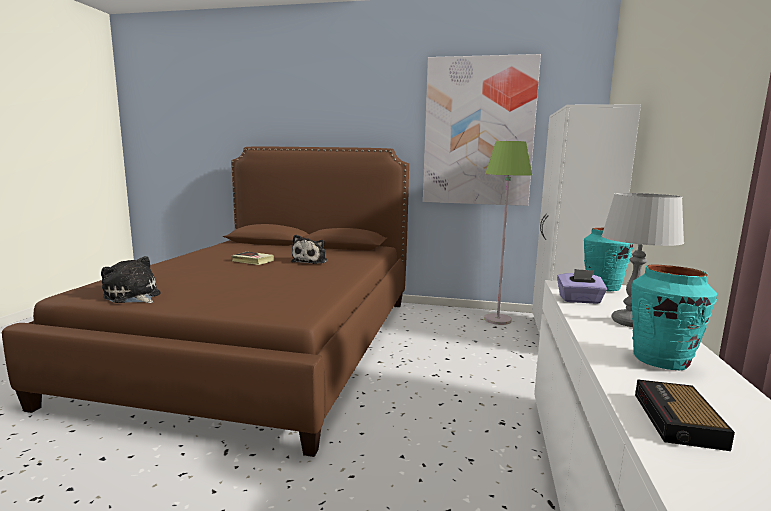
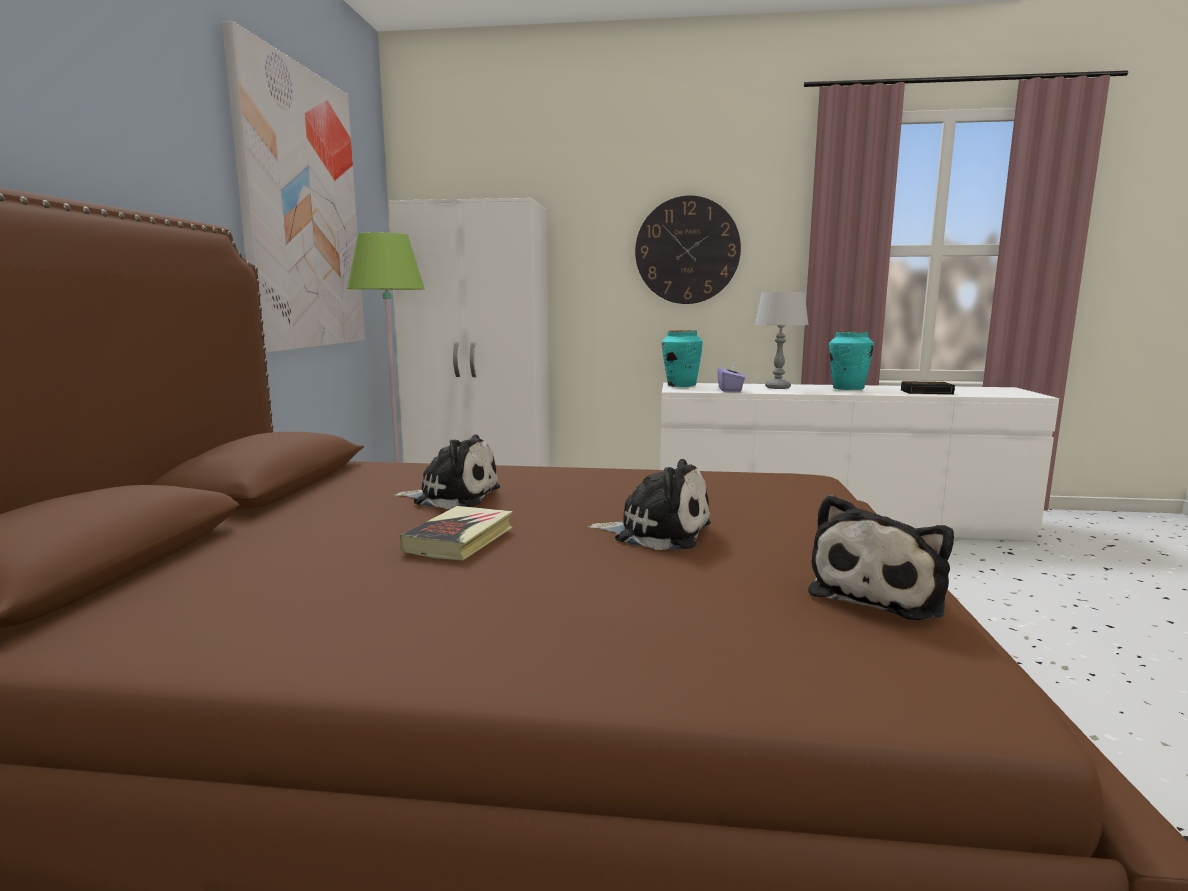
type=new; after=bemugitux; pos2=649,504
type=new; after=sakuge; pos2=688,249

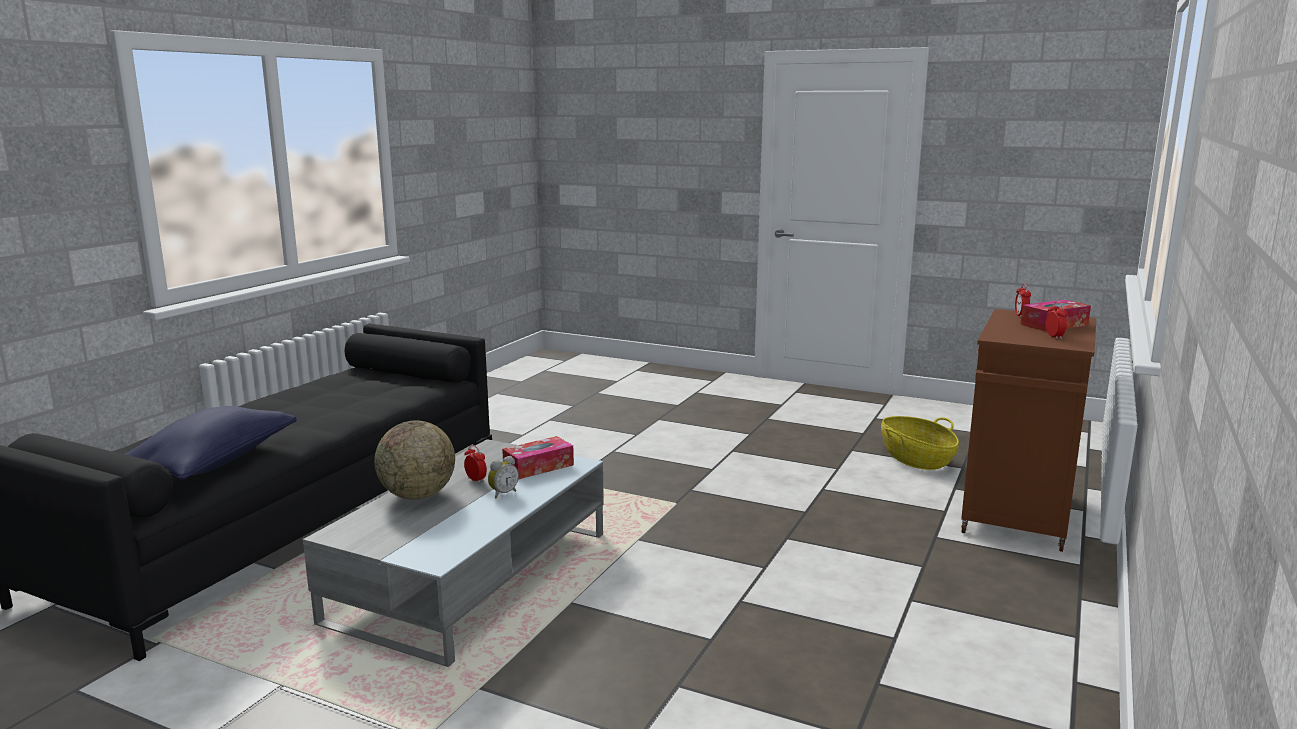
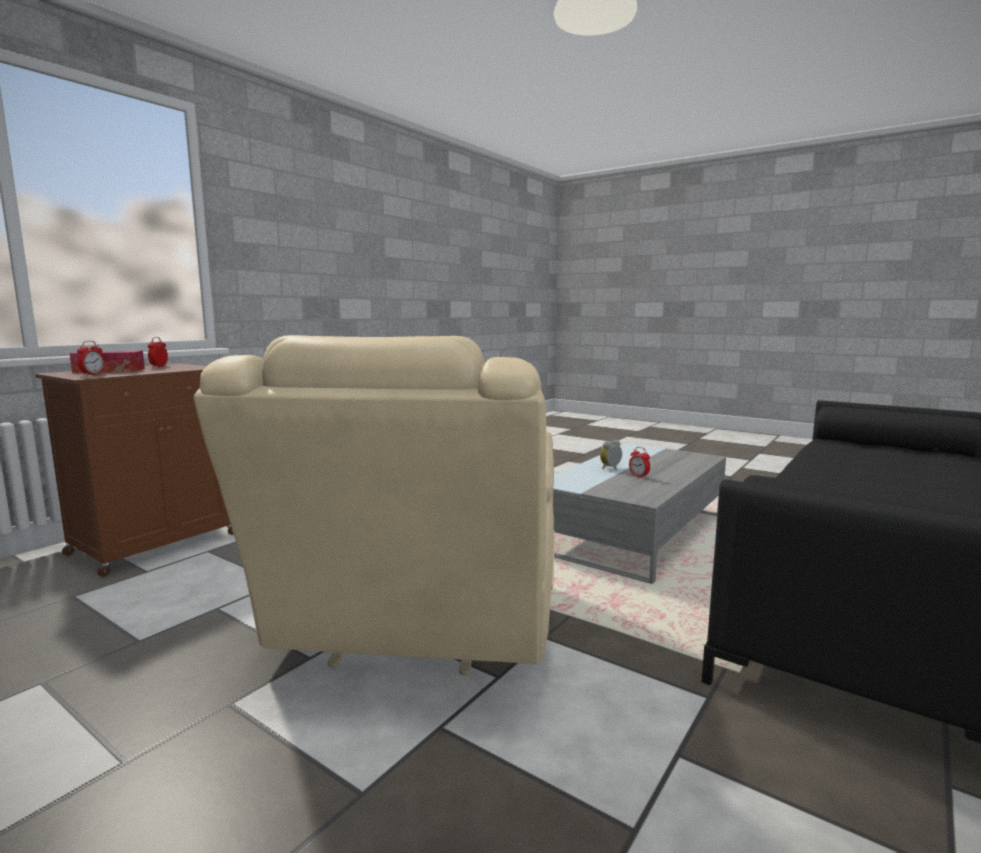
type=gone; before=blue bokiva; pos1=211,443
type=gone; before=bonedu; pos1=415,460
type=gone; before=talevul; pos1=538,457
type=gone; before=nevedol; pos1=920,443
type=new; after=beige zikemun; pos2=374,505

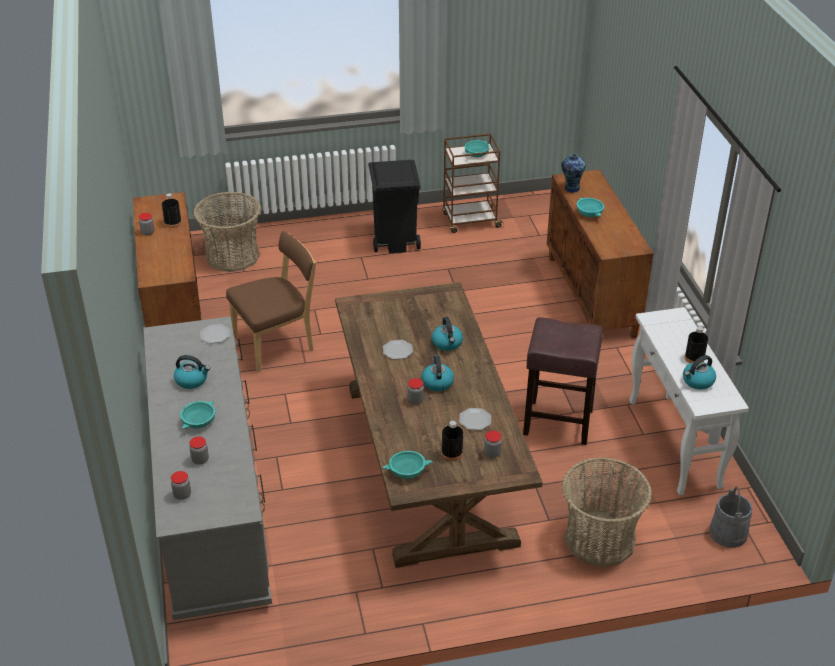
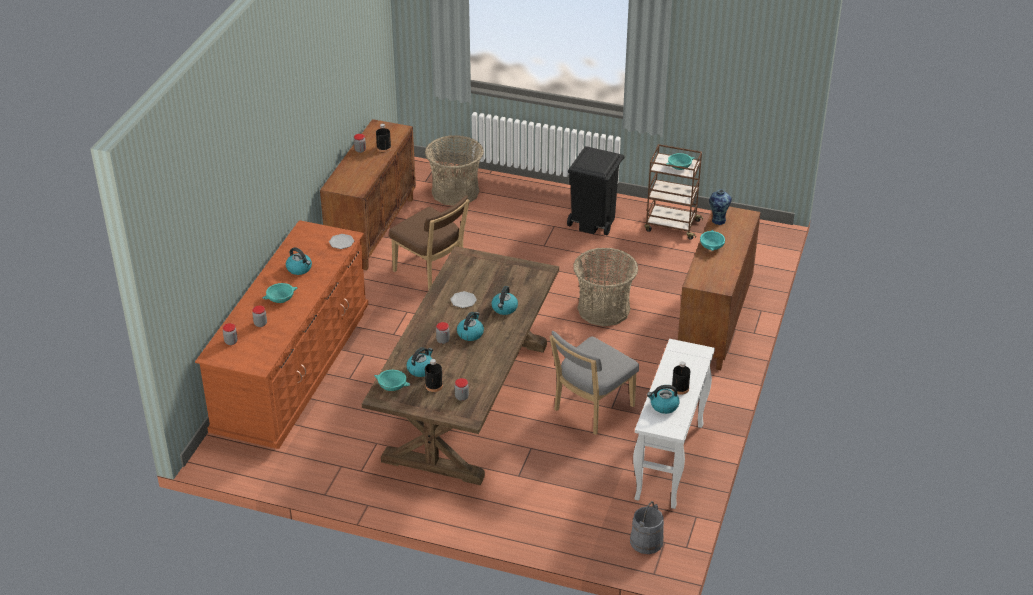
type=repainted; before=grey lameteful; after=brown lameteful; pos1=207,468; pos2=281,334
type=rotated; before=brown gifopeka; pos1=271,301; pos2=429,243; turn=45
type=gone; before=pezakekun; pos1=475,419
type=swapped; before=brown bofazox; after=grey gifopeka; pos1=563,381; pos2=594,383
type=shifted; before=nevedol; pos1=607,512; pos2=605,287
type=new; after=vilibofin; pos2=419,362

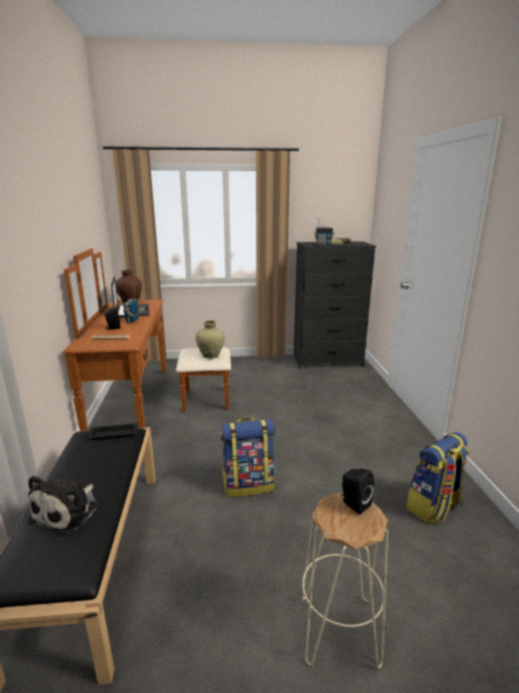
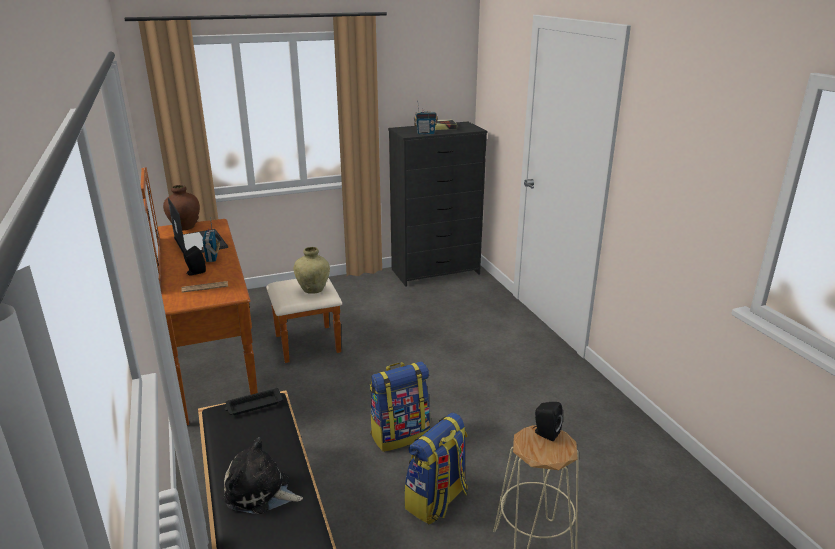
type=rotated; before=bemugitux; pos1=62,505; pos2=263,475; turn=105
type=shifted; before=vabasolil; pos1=437,478; pos2=436,468

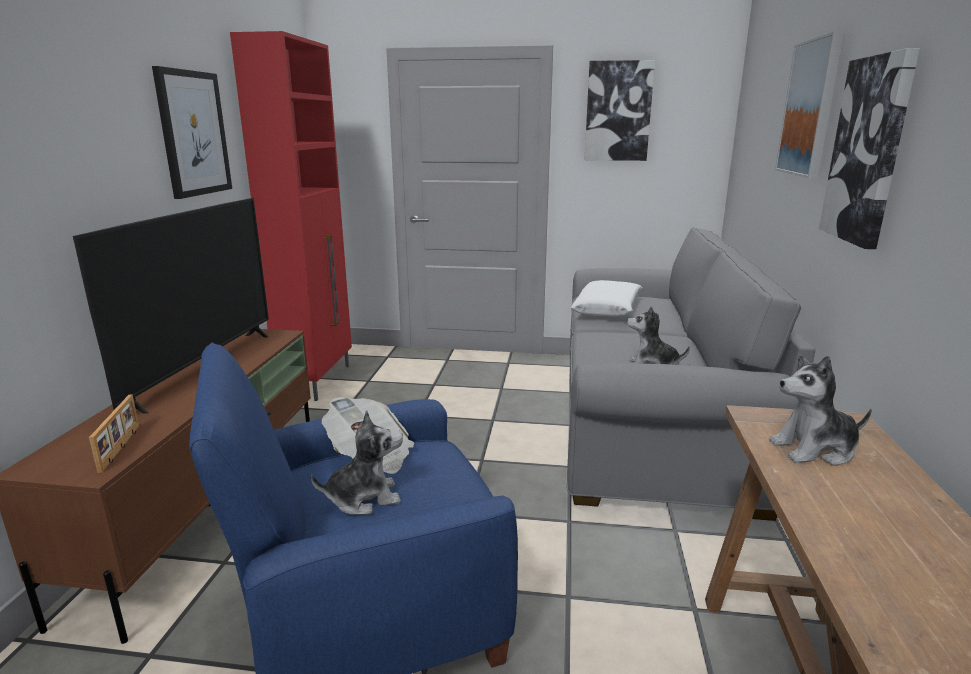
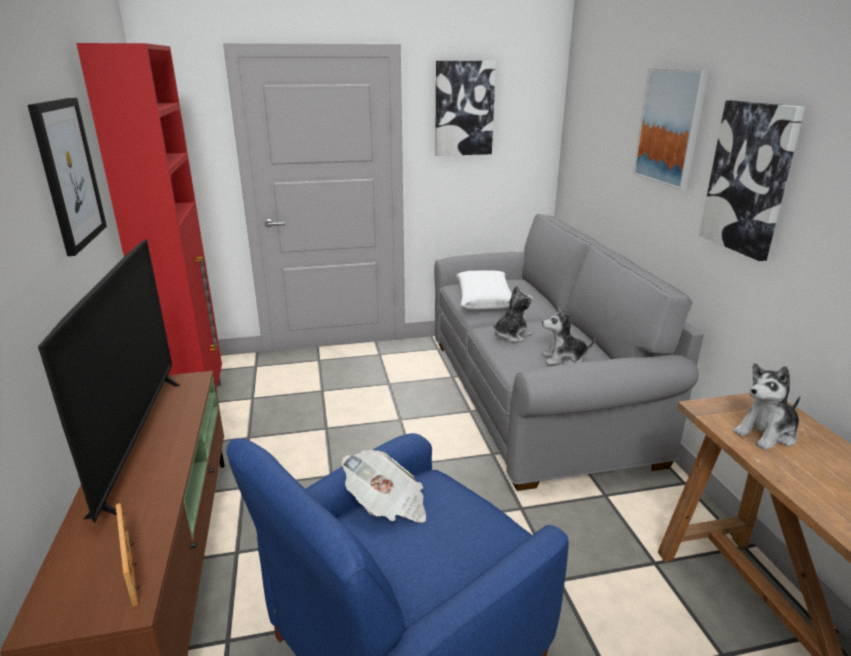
type=shifted; before=bemugitux; pos1=357,463; pos2=513,313

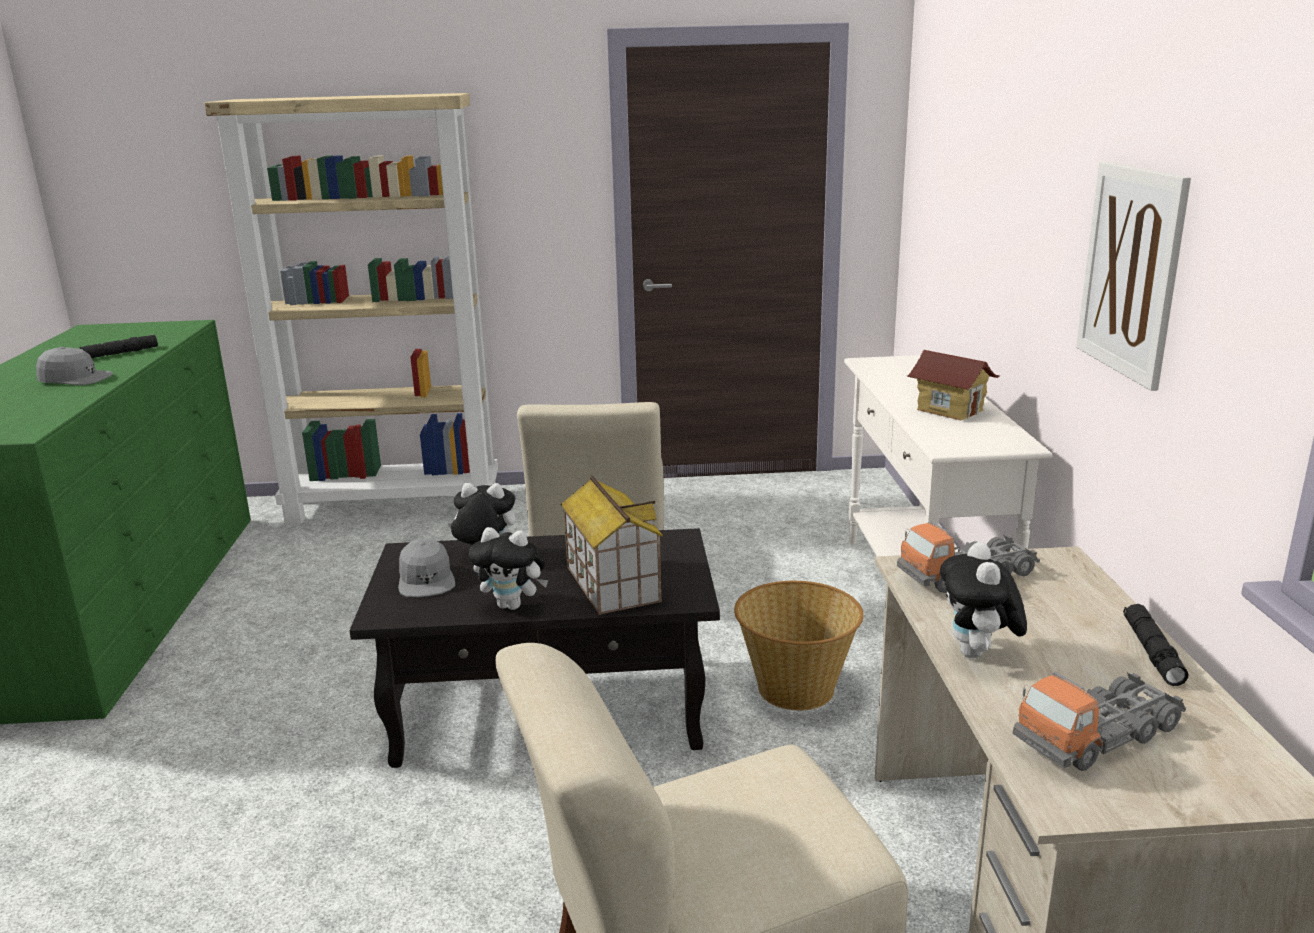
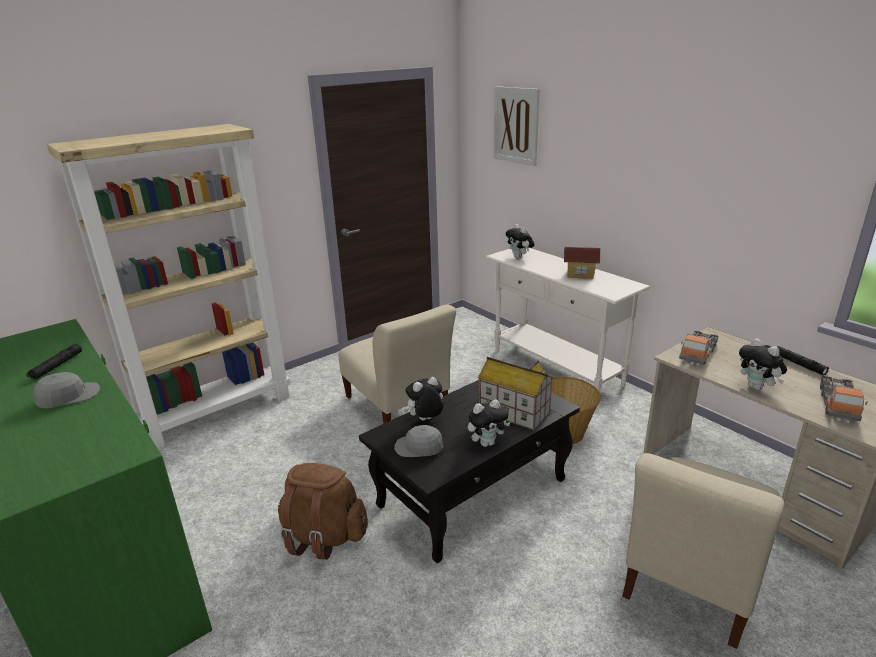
type=rotated; before=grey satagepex; pos1=426,568; pos2=418,441; turn=150
type=shifted; before=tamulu; pos1=1133,276; pos2=517,126
type=new; after=brown vabasolil; pos2=323,511
type=new; after=bemugitux; pos2=520,241

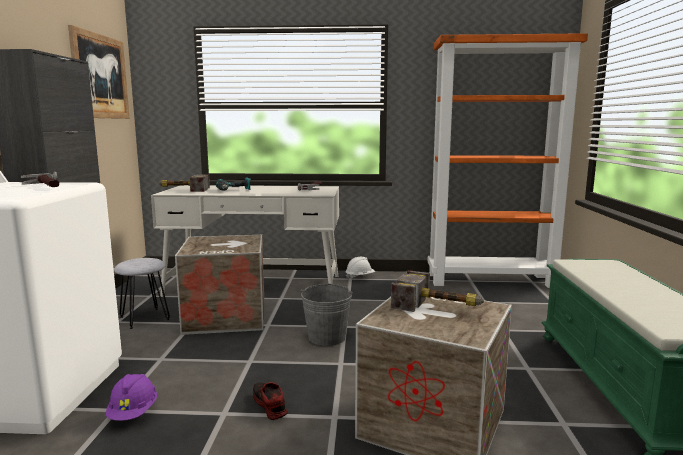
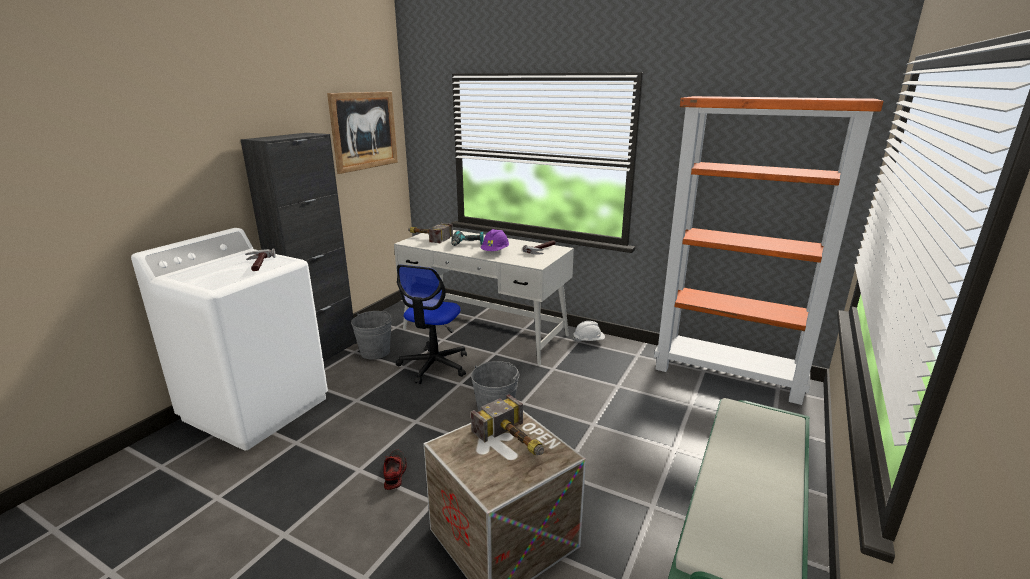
type=shifted; before=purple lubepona; pos1=131,397; pos2=495,240
type=swapped; before=grey bofazox; after=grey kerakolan; pos1=142,293; pos2=371,335
type=swapped; before=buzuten; after=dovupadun; pos1=219,285; pos2=431,324

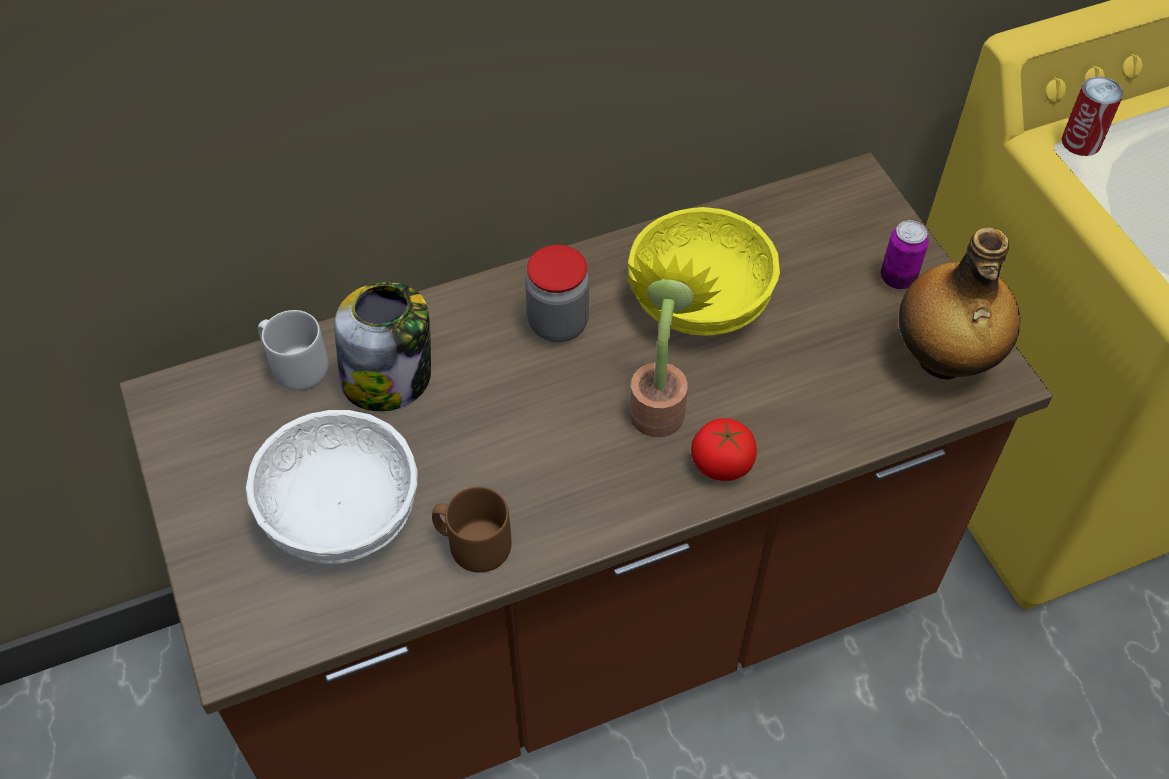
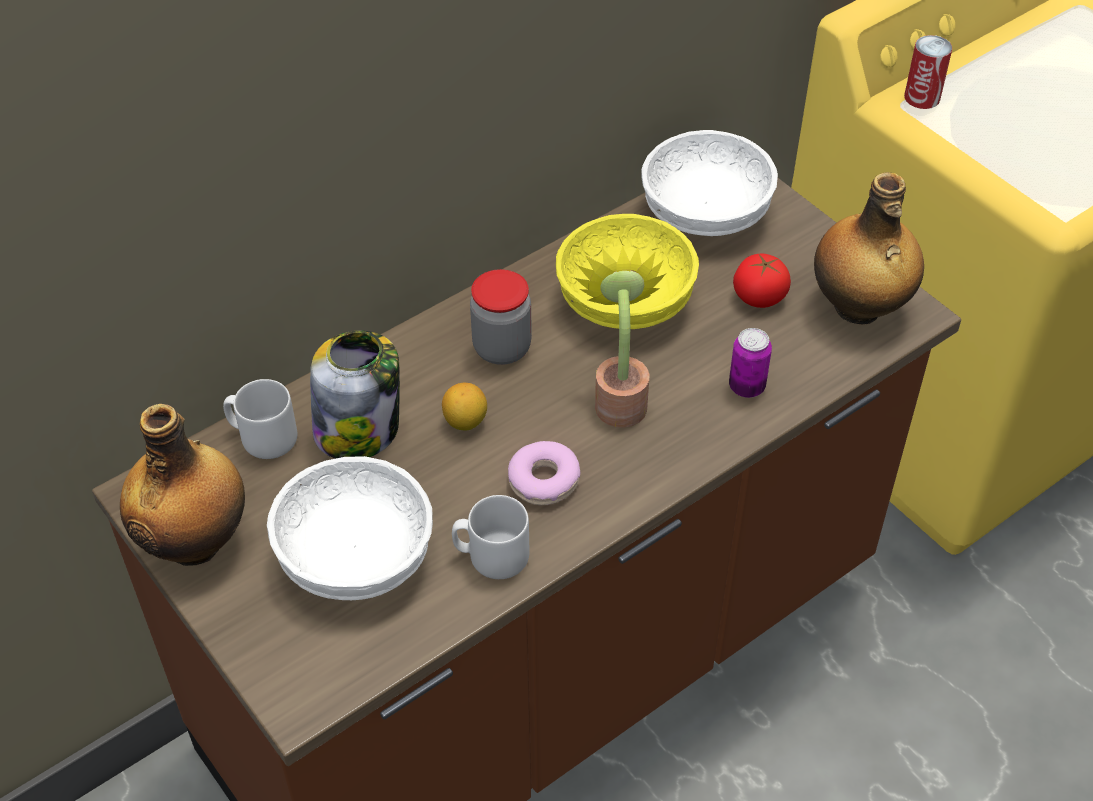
type=repainted; before=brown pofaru; after=grey pofaru; pos1=472,530; pos2=491,537
type=shifted; before=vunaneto; pos1=724,449; pos2=762,281
type=shifted; before=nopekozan; pos1=905,254; pos2=750,363
type=new; after=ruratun; pos2=182,485
type=new; after=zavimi; pos2=464,406
type=new; after=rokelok; pos2=544,473
type=new; after=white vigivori; pos2=710,183

